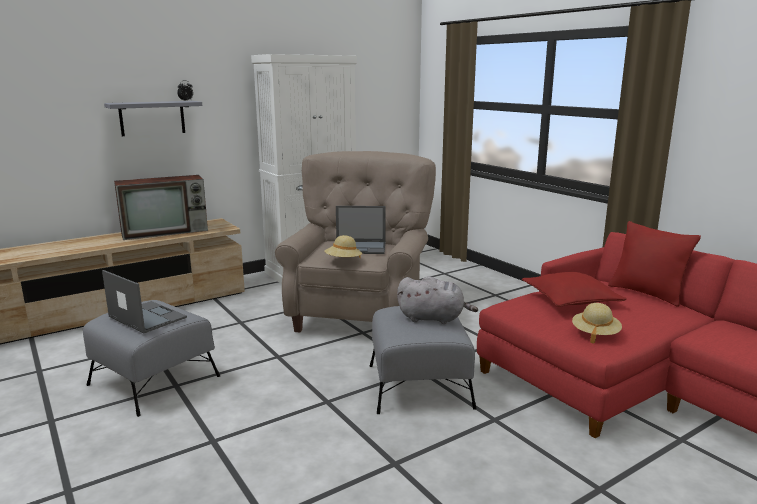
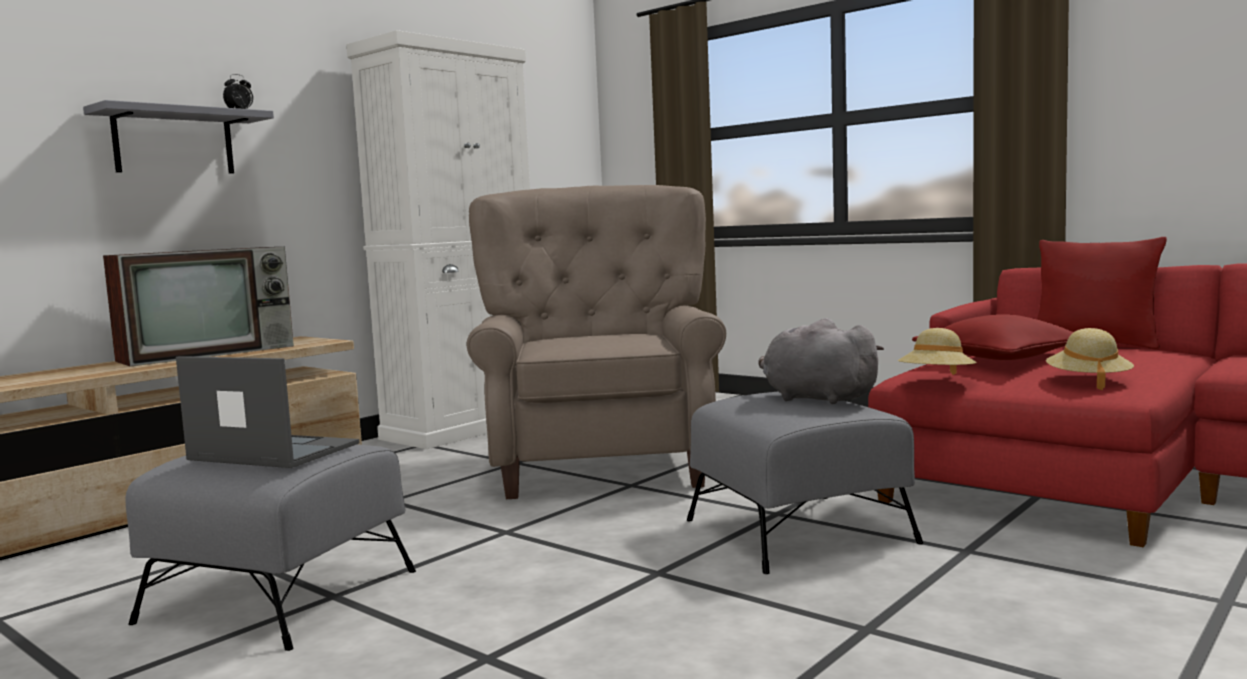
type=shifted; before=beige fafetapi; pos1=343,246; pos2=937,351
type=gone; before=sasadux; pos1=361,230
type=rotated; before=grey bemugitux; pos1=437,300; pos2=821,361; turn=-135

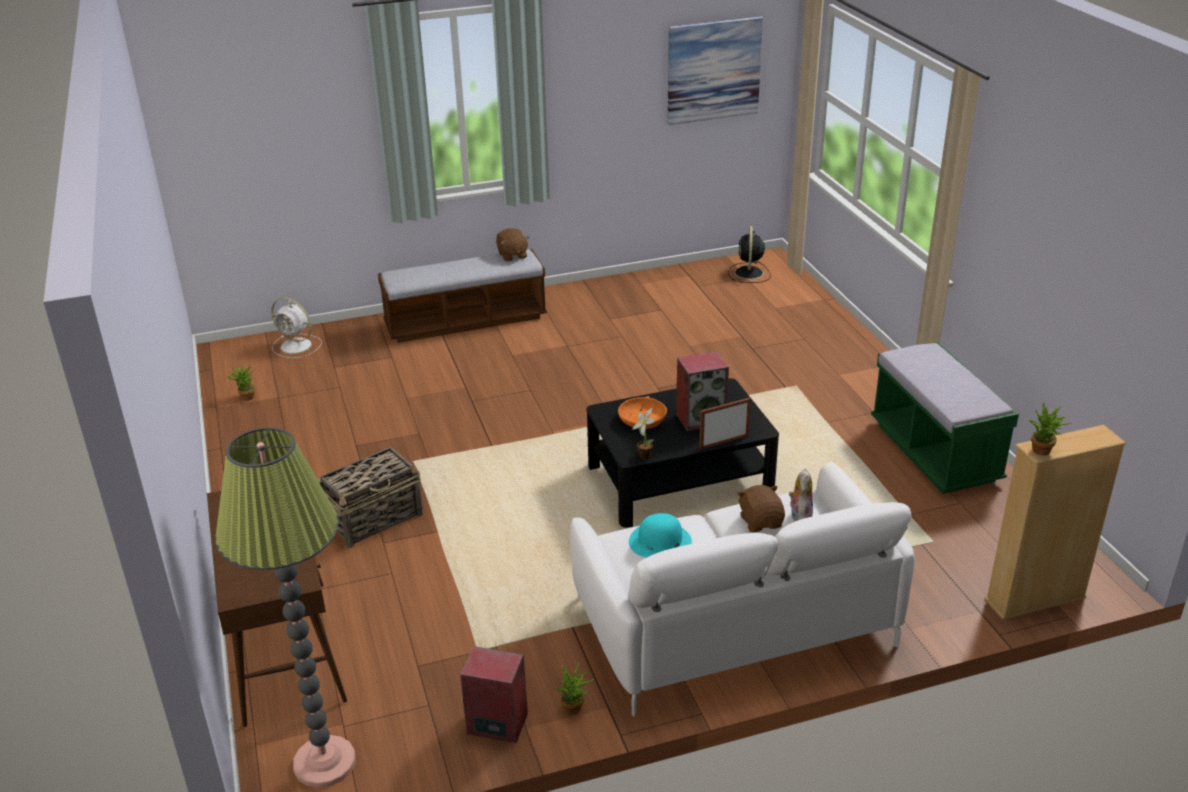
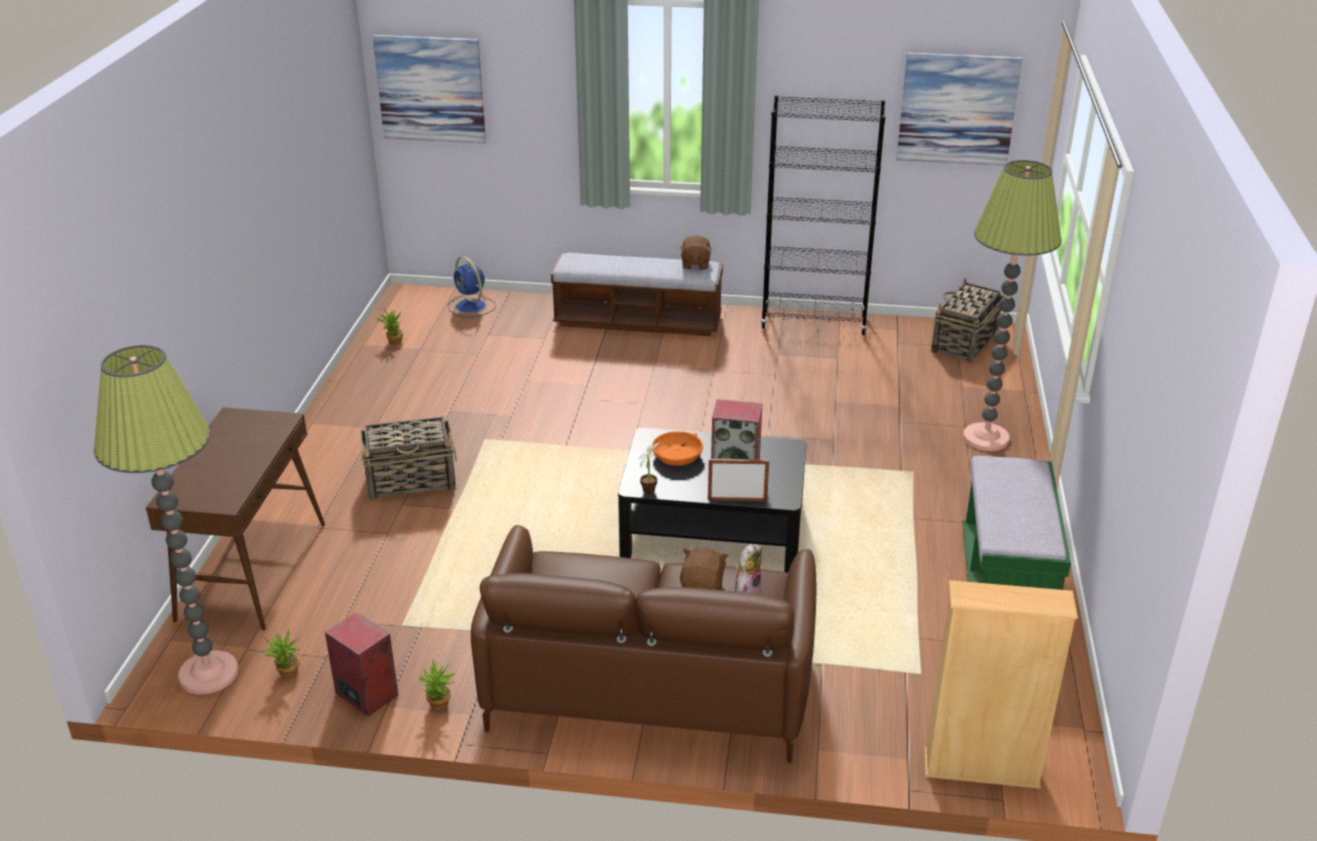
type=repainted; before=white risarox; after=blue risarox; pos1=296,327; pos2=471,287
type=repainted; before=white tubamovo; after=brown tubamovo; pos1=742,589; pos2=643,644
type=gone; before=turquoise fafetapi; pos1=660,535
type=swapped; before=black risarox; after=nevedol; pos1=749,254; pos2=967,320
type=shifted; before=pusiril; pos1=1050,428; pos2=281,653
type=new; after=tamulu; pos2=429,89
type=new; after=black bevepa; pos2=823,215
type=new; after=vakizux; pos2=1012,305

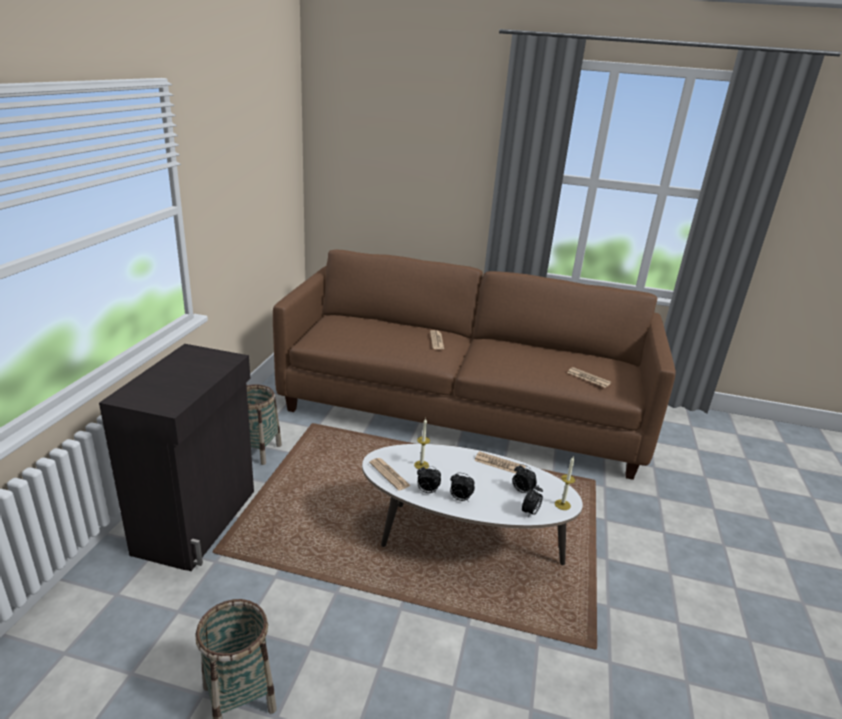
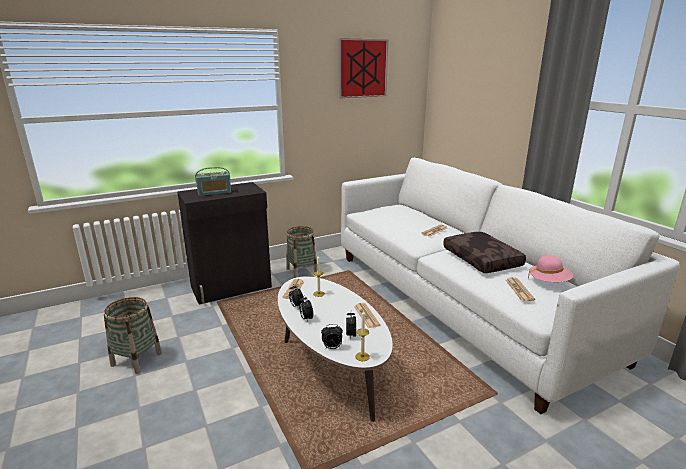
type=repainted; before=brown tubamovo; after=white tubamovo; pos1=474,364; pos2=510,286
type=new; after=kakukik; pos2=213,181
type=new; after=tamulu; pos2=363,68
type=new; after=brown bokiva; pos2=484,252
type=new; after=pink fafetapi; pos2=550,268

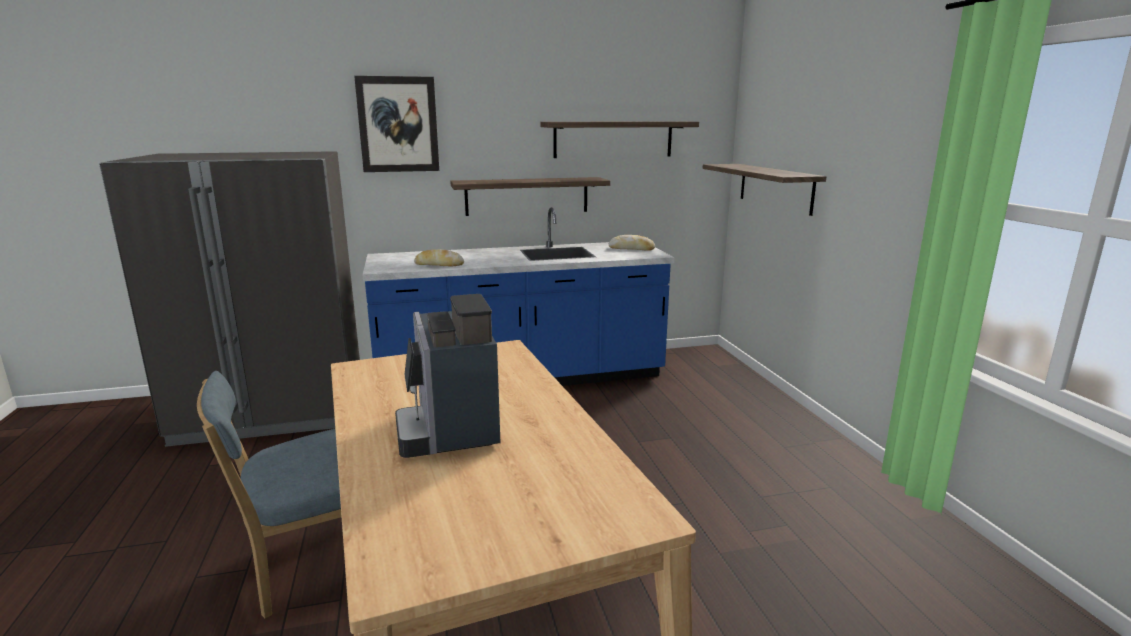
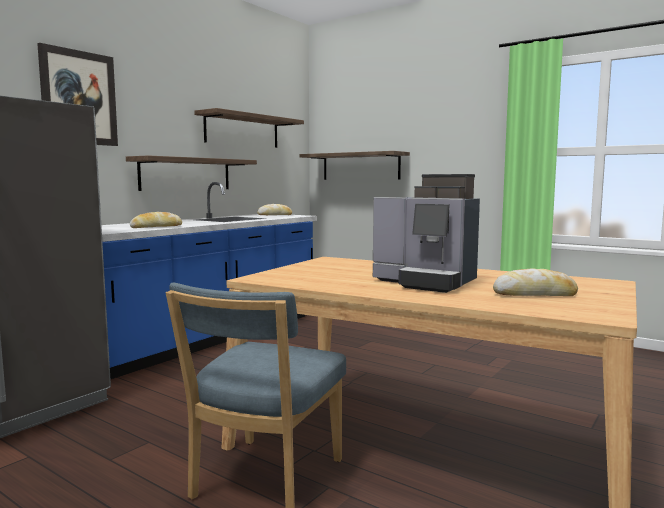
type=new; after=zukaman; pos2=535,282

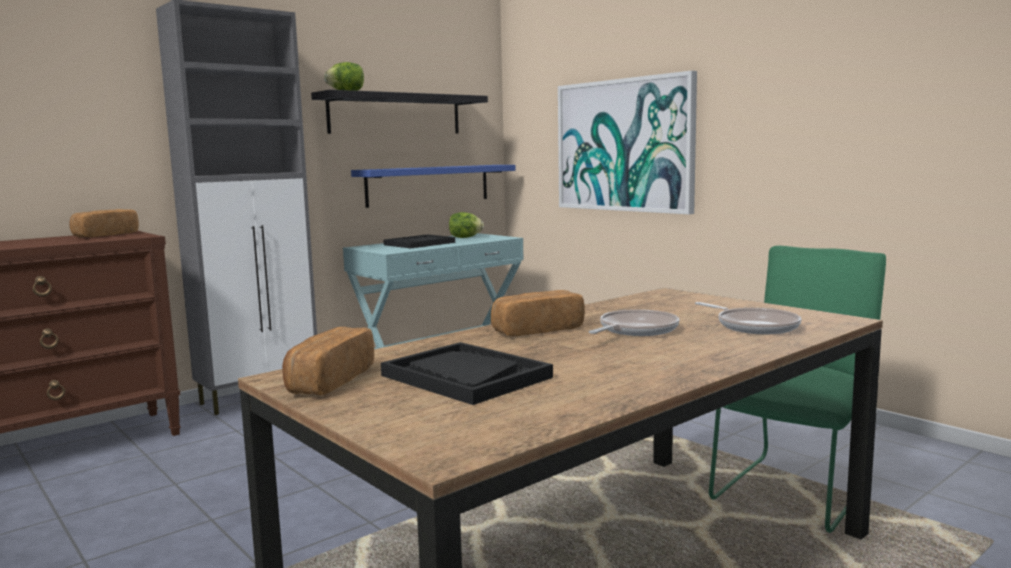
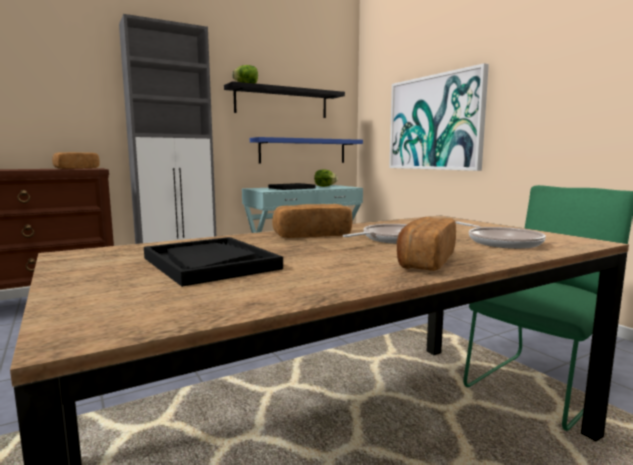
type=shifted; before=zukaman; pos1=328,361; pos2=426,244

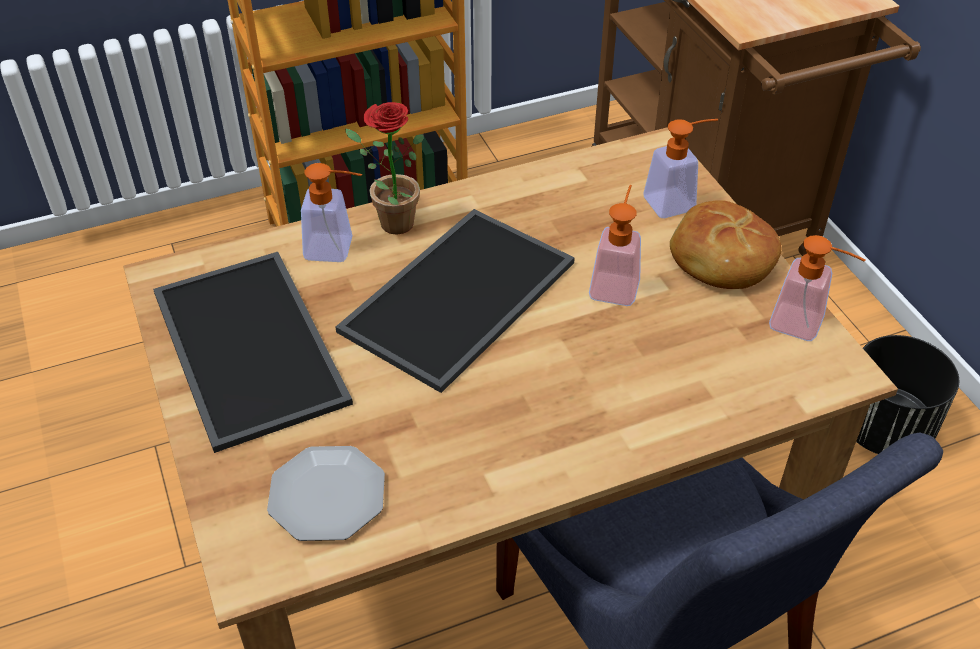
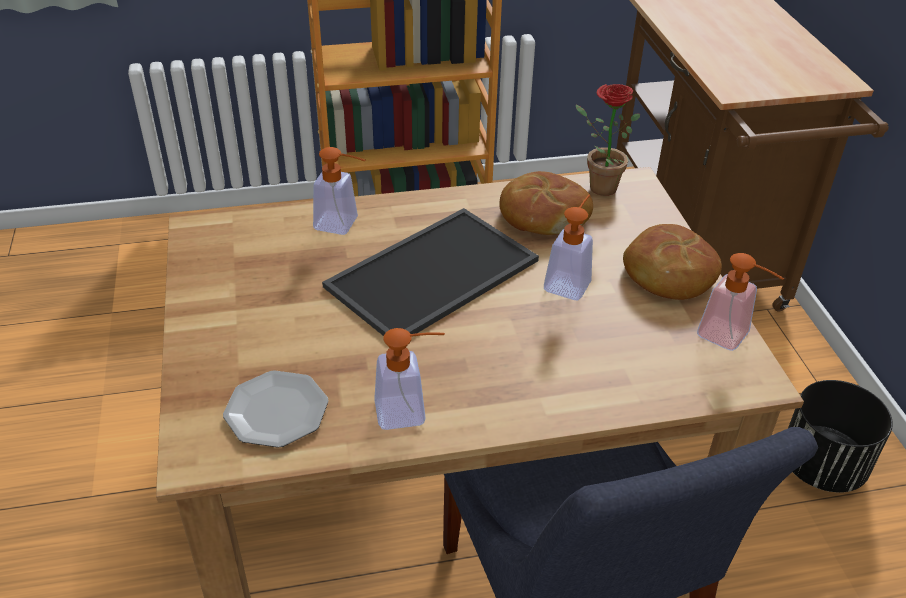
type=gone; before=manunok; pos1=253,352
type=shifted; before=pusiril; pos1=384,168; pos2=608,140
type=shifted; before=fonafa; pos1=680,168; pos2=409,379
type=new; after=zukaman; pos2=546,203

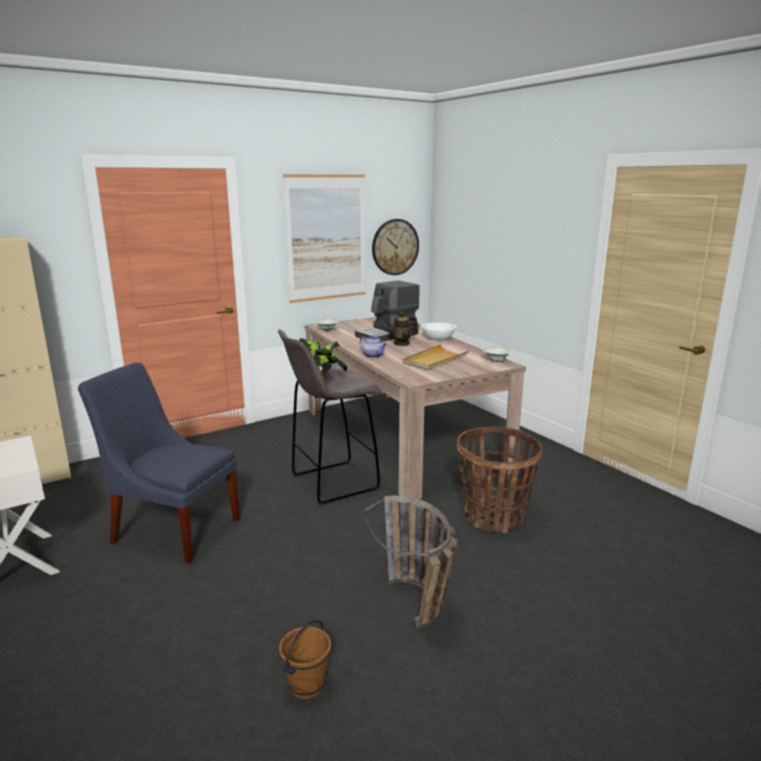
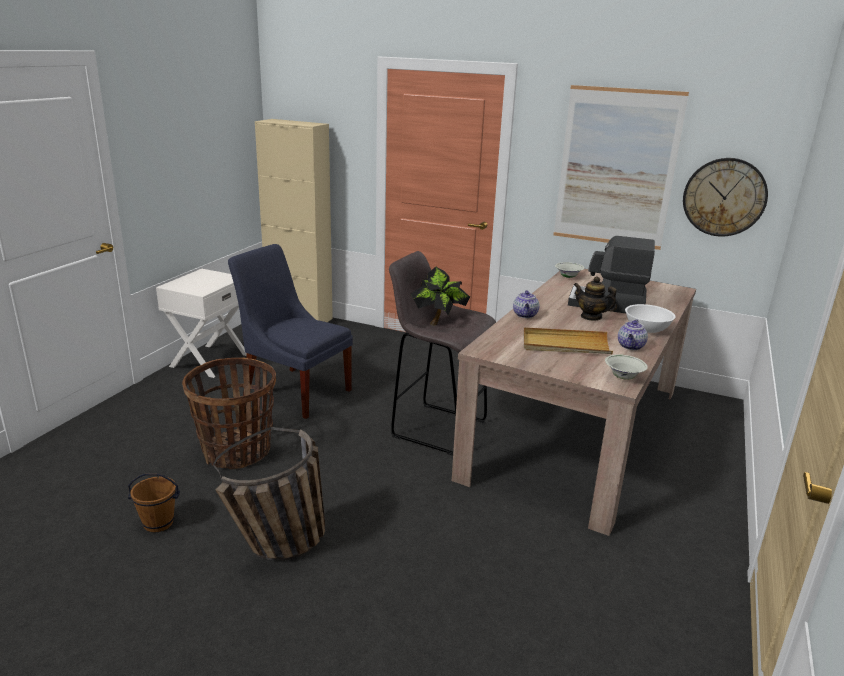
type=rotated; before=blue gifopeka; pos1=159,463; pos2=290,331; turn=-45
type=shifted; before=nevedol; pos1=499,480; pos2=229,413
type=new; after=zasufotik; pos2=633,334

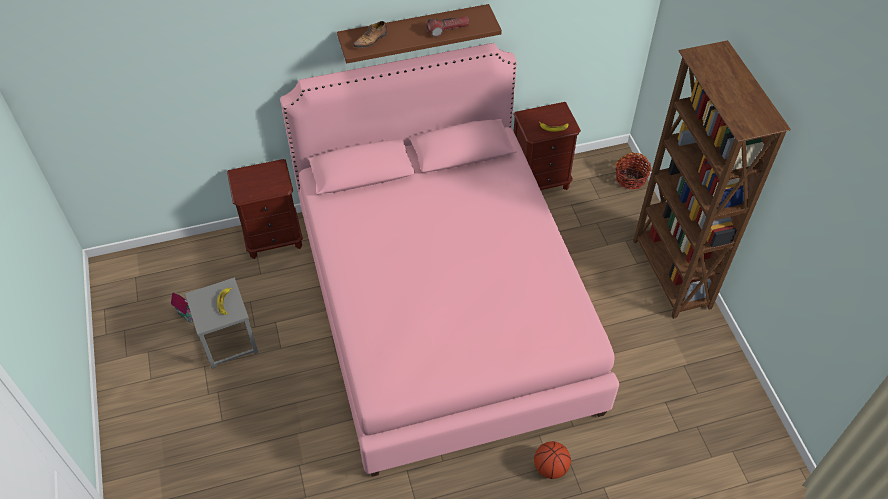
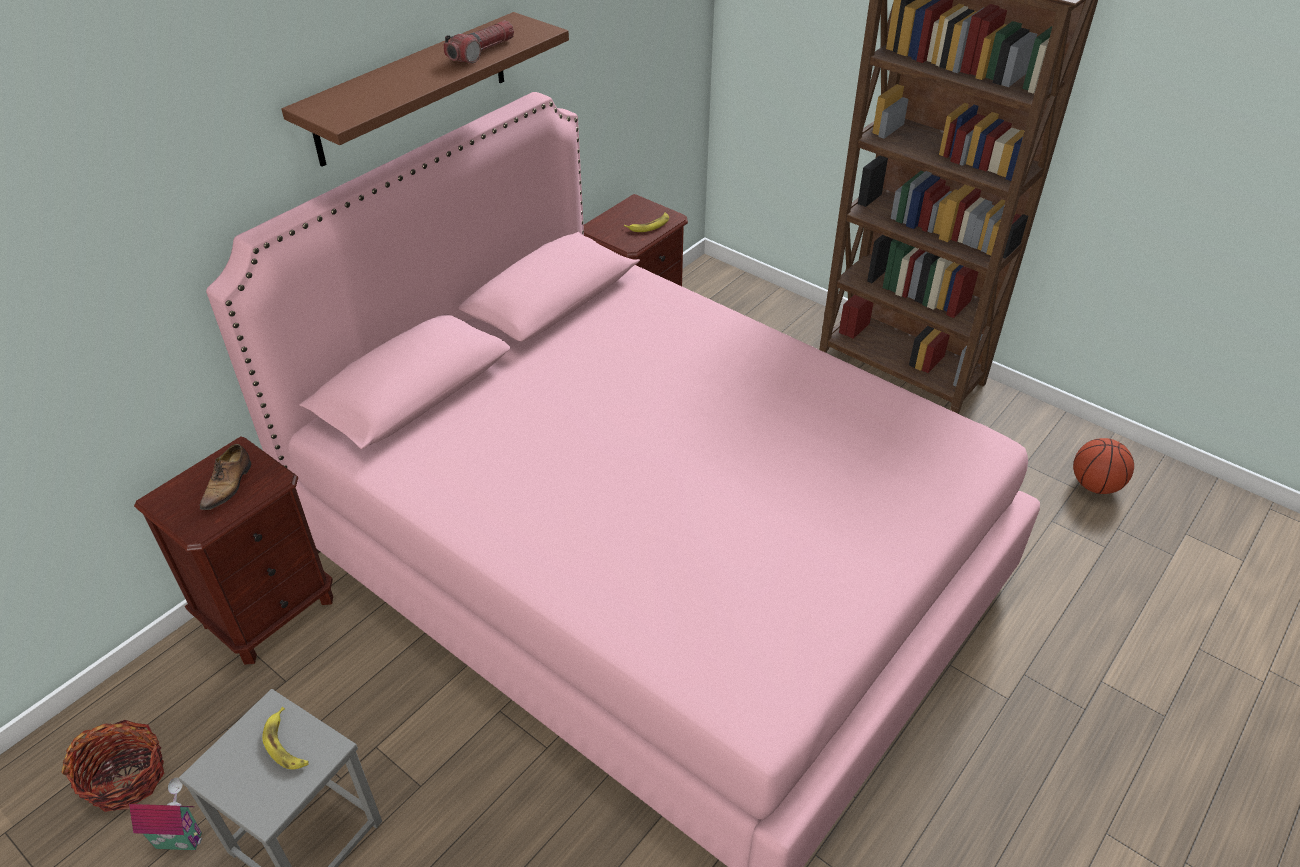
type=shifted; before=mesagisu; pos1=370,34; pos2=225,477
type=shifted; before=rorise; pos1=552,460; pos2=1103,466
type=shifted; before=nevedol; pos1=633,171; pos2=113,766

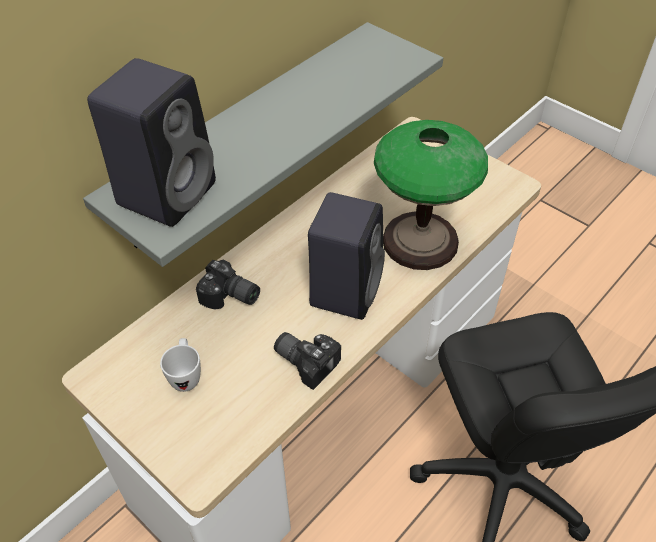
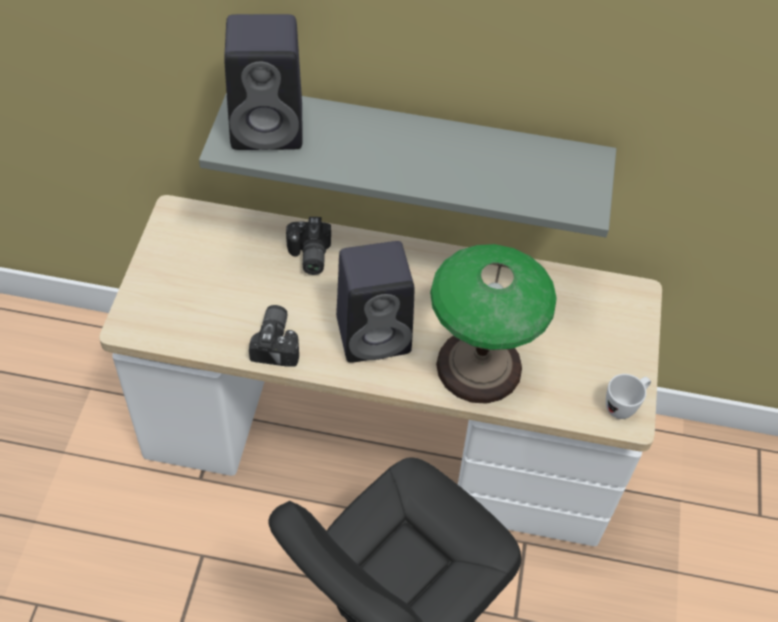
type=shifted; before=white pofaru; pos1=180,365; pos2=628,396

